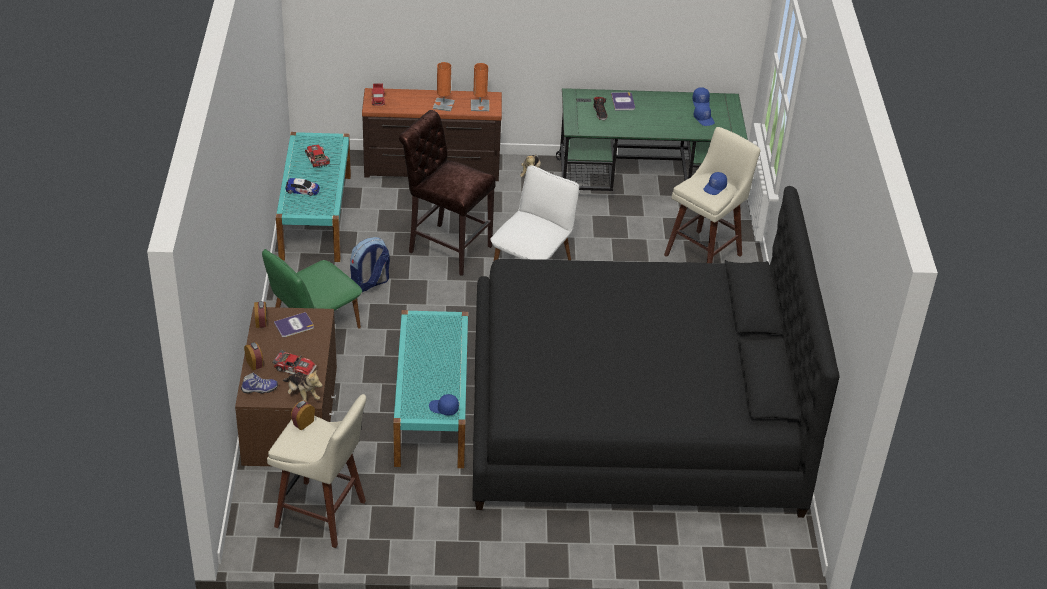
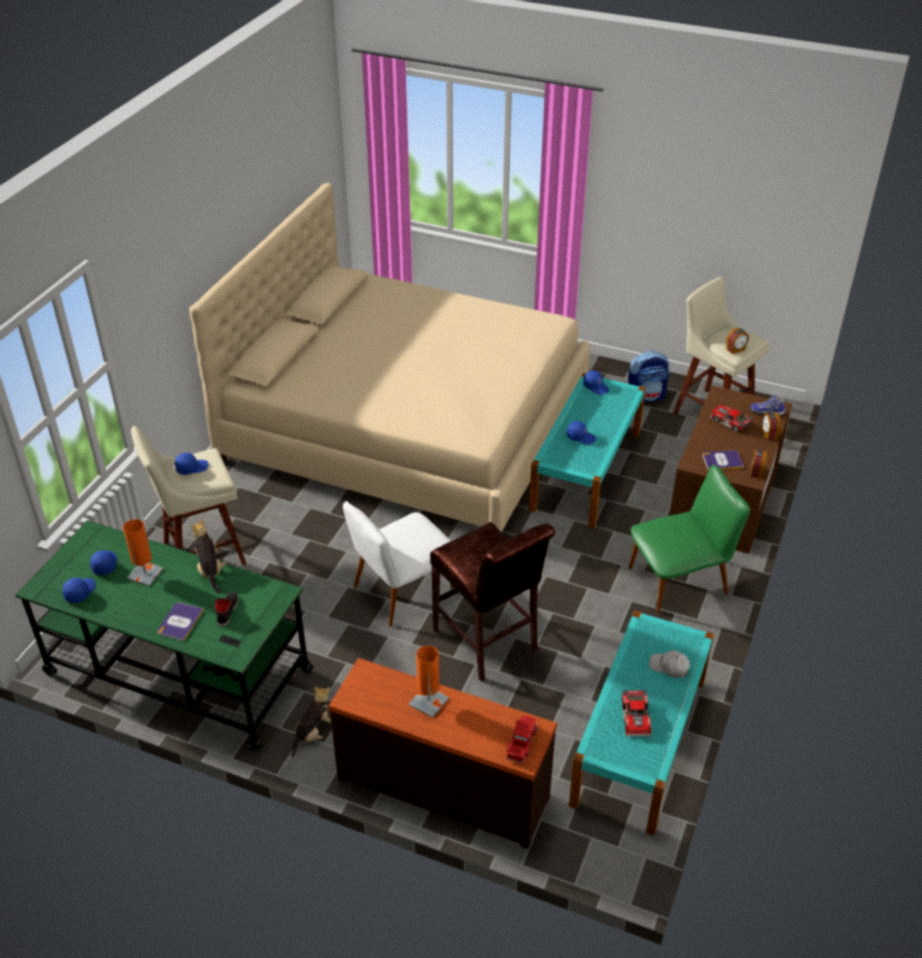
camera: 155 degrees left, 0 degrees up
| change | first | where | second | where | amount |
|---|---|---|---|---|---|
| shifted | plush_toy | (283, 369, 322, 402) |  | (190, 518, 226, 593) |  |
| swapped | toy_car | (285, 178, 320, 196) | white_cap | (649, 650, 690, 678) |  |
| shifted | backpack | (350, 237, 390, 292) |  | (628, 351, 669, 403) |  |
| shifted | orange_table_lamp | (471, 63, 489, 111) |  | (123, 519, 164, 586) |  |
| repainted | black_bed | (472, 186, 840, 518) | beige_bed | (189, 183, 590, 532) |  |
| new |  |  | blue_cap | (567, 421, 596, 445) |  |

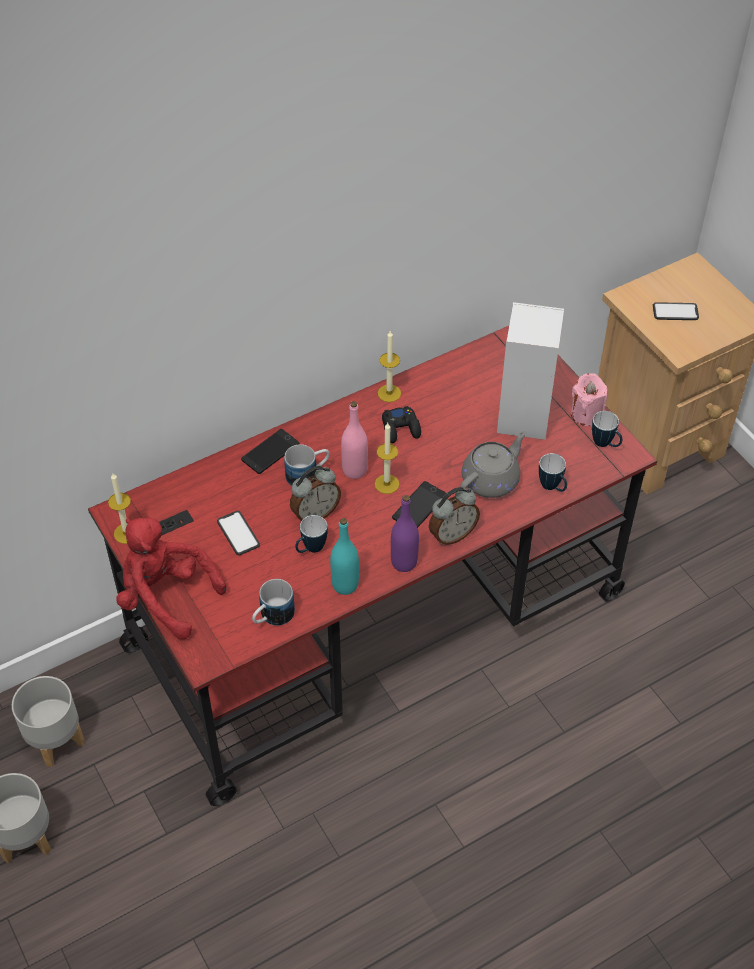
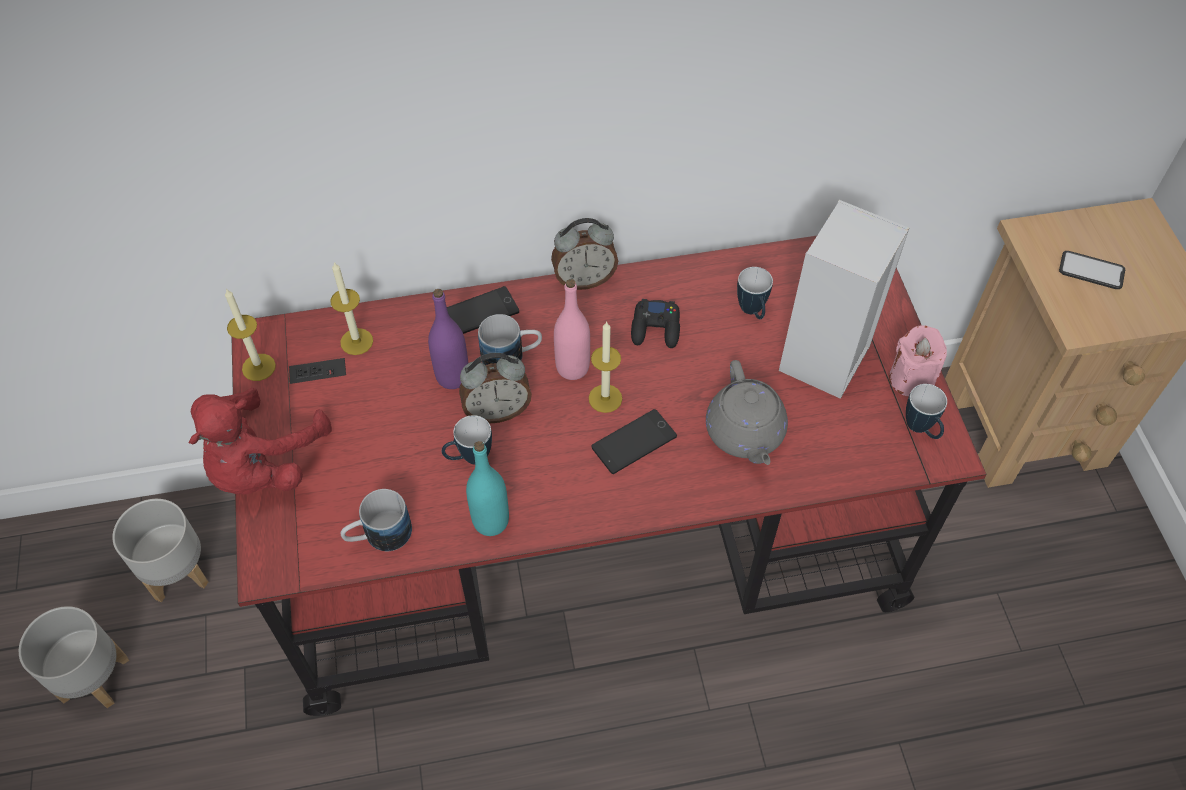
camera: 20 degrees right, 5 degrees up
| change | first | where | second | where | amount |
|---|---|---|---|---|---|
| rotated | red_plush_toy | (116, 518, 226, 639) |  | (189, 388, 332, 494) | 120 degrees counterclockwise |
| gone | phone | (217, 511, 260, 555) |  |  |  |
| shifted | candle | (378, 331, 401, 402) |  | (330, 262, 373, 355) |  |
| shifted | purple_bottle | (391, 495, 419, 572) |  | (428, 289, 468, 389) |  |
| shifted | alarm_clock | (429, 487, 480, 545) |  | (551, 218, 618, 290) |  |
| rotated | grey_teapot | (460, 431, 527, 498) |  | (706, 360, 788, 465) | 105 degrees clockwise |
| shifted | mug | (539, 453, 567, 492) |  | (737, 267, 773, 319) |  |

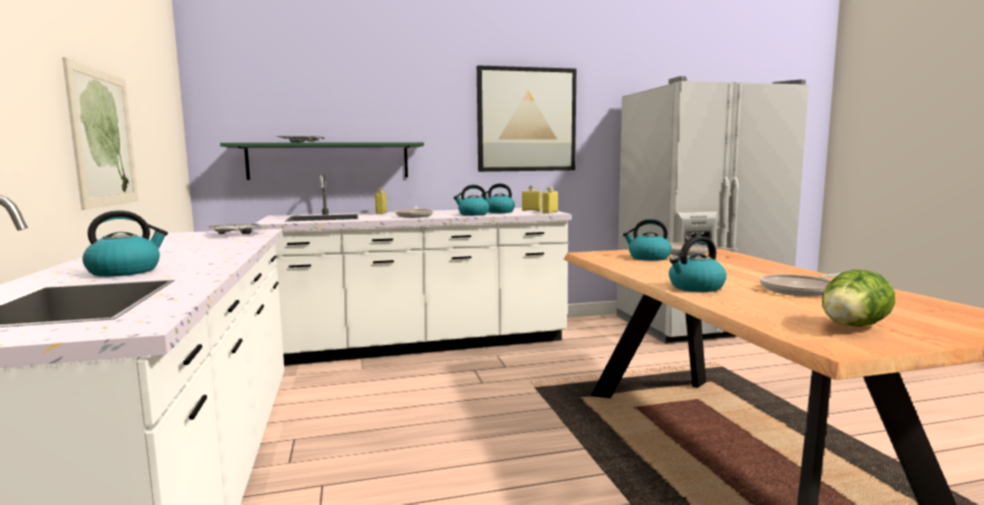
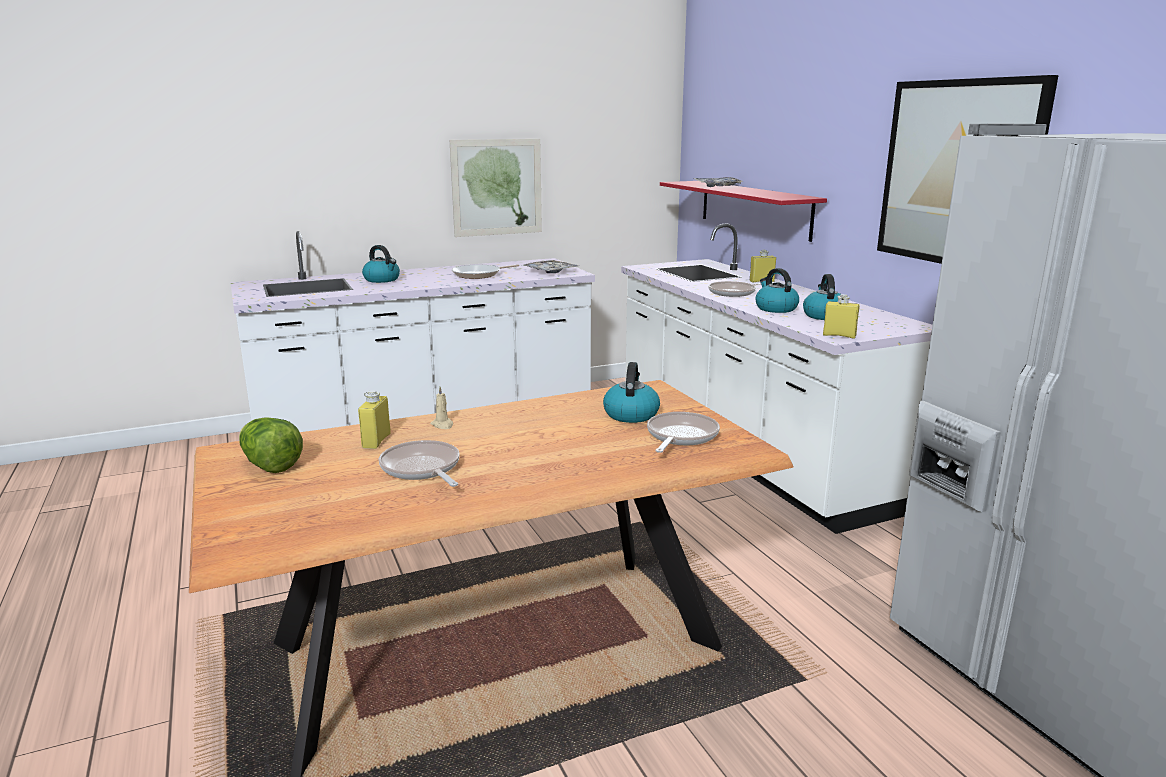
camera: 80 degrees right, 10 degrees up
| change | first | where | second | where | amount |
|---|---|---|---|---|---|
| repainted | green_shelf | (220, 142, 424, 180) | red_shelf | (660, 181, 827, 242) |  |
| shifted | yellow_bottle | (522, 185, 541, 211) |  | (358, 390, 391, 449) |  |
| swapped | kettle | (669, 236, 727, 292) | beige_candle | (430, 387, 453, 429) |  |
| new |  |  | frying_pan | (452, 264, 519, 279) |  |

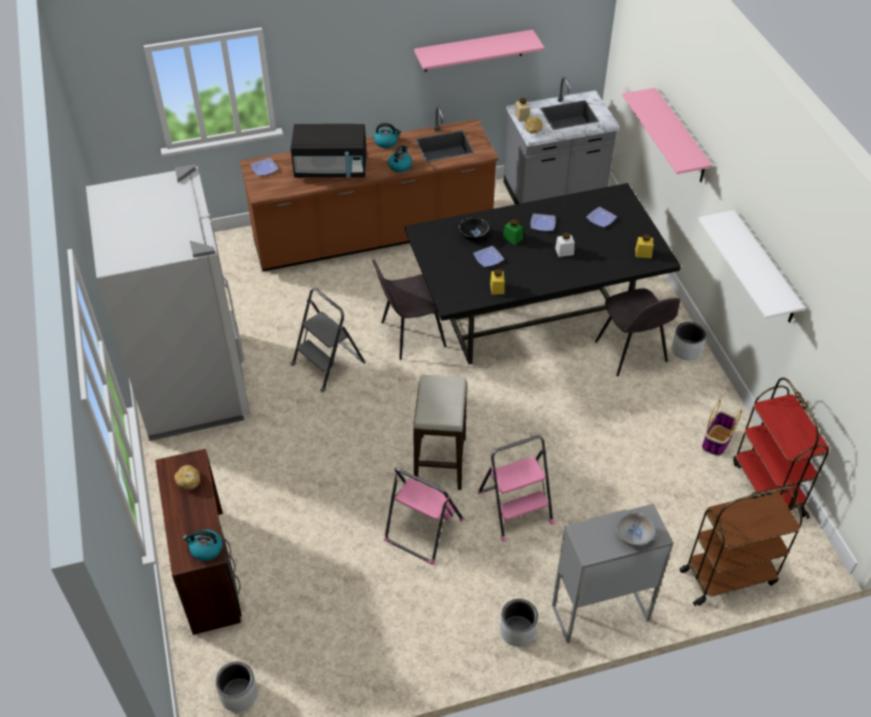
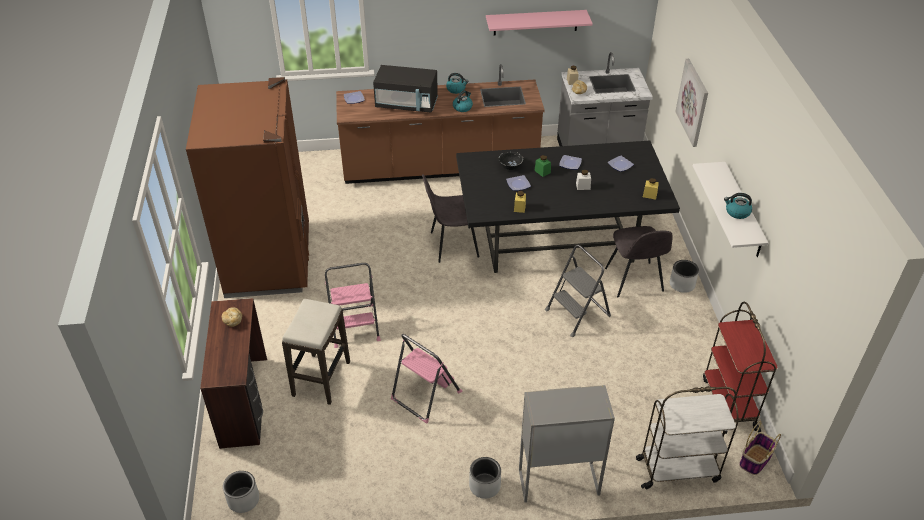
camera: 10 degrees right, 5 degrees down
| change | first | where | second | where | amount |
|---|---|---|---|---|---|
| repainted | white_fridge | (86, 164, 250, 441) | brown_fridge | (186, 77, 309, 298) |  |
| shifted | kettle | (183, 530, 223, 561) |  | (724, 193, 752, 219) |  |
| shifted | grey_step_ladder | (291, 288, 366, 393) |  | (545, 245, 611, 337) |  |
| shifted | stool | (413, 375, 467, 490) |  | (282, 299, 350, 405) |  |
| shifted | pink_step_ladder | (478, 436, 555, 542) |  | (325, 263, 381, 348) |  |
| gone | white_bowl | (615, 512, 656, 547) |  |  |  |
| swapped | pink_shelf | (622, 88, 712, 182) | picture | (675, 59, 708, 147) |  |
| repainted | brown_cart | (680, 486, 802, 606) | white_cart | (636, 386, 739, 489) |  |
| shifted | basket | (702, 400, 742, 456) |  | (739, 421, 781, 475) |  |

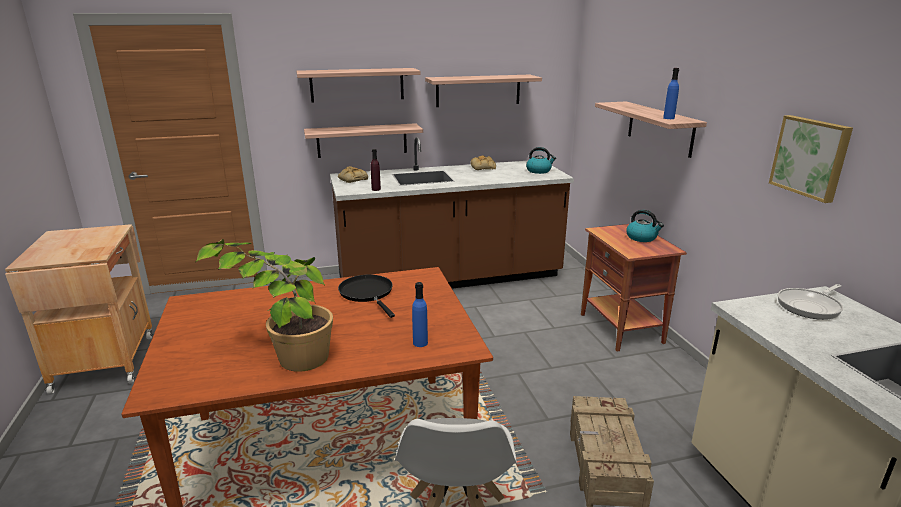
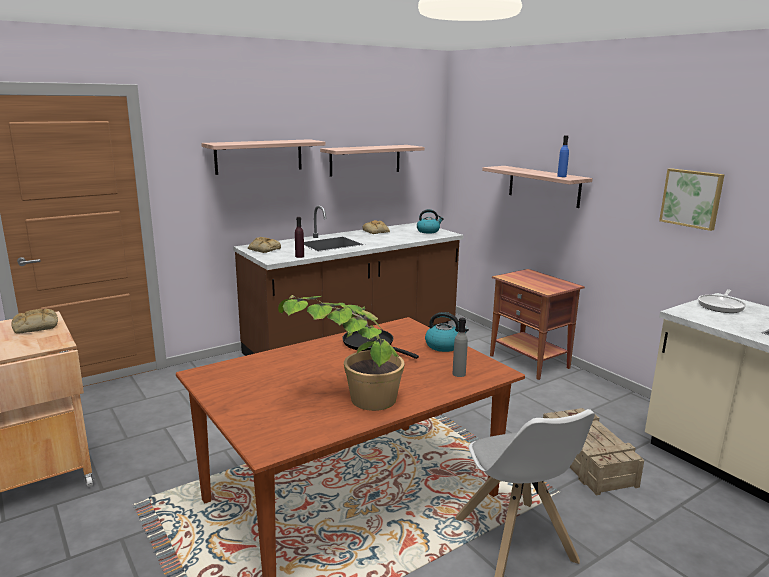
camera: 20 degrees left, 5 degrees down
| change | first | where | second | where | amount |
|---|---|---|---|---|---|
| gone | shelf | (304, 123, 423, 158) |  |  |  |
| repainted | blue_bottle | (412, 282, 428, 347) | grey_bottle | (453, 318, 468, 377) |  |
| shifted | kettle | (626, 210, 664, 242) |  | (425, 312, 469, 352) |  |
| new |  |  | bread | (11, 309, 58, 334) |  |

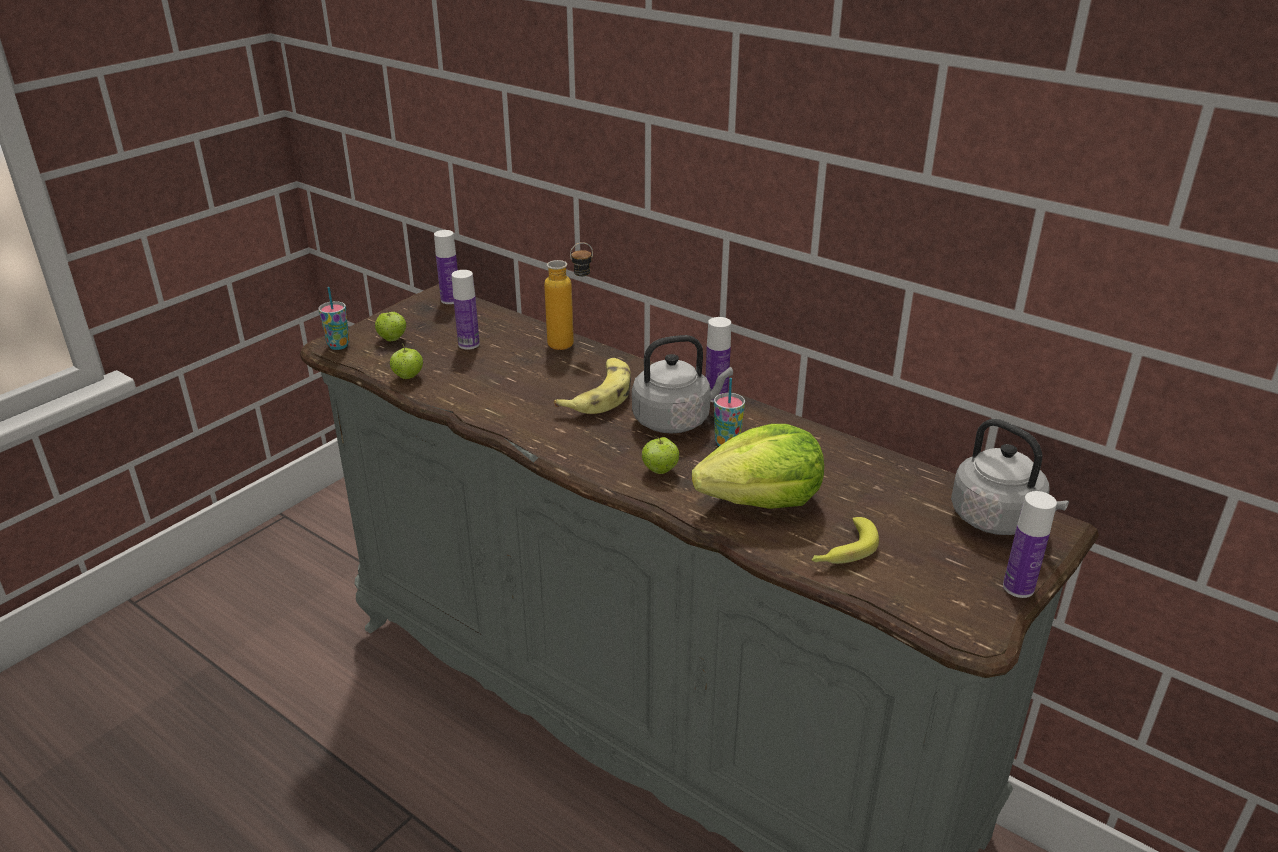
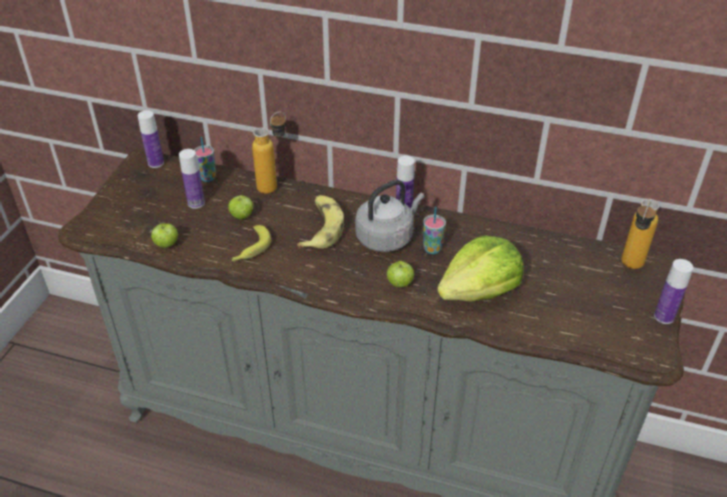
camera: 20 degrees left, 10 degrees up
| change | first | where | second | where | amount |
|---|---|---|---|---|---|
| shifted | cup | (318, 287, 349, 350) |  | (194, 137, 216, 182) |  |
| shifted | apple | (375, 311, 406, 342) |  | (228, 195, 253, 220) |  |
| shifted | banana | (812, 517, 879, 564) |  | (232, 225, 271, 261) |  |
| swapped | grey_kettle | (951, 419, 1069, 535) | bottle | (621, 199, 660, 269) |  |

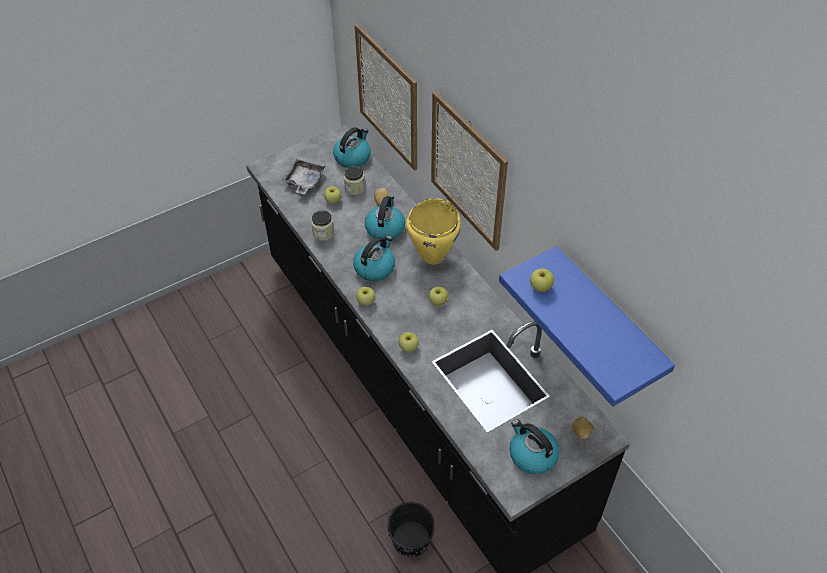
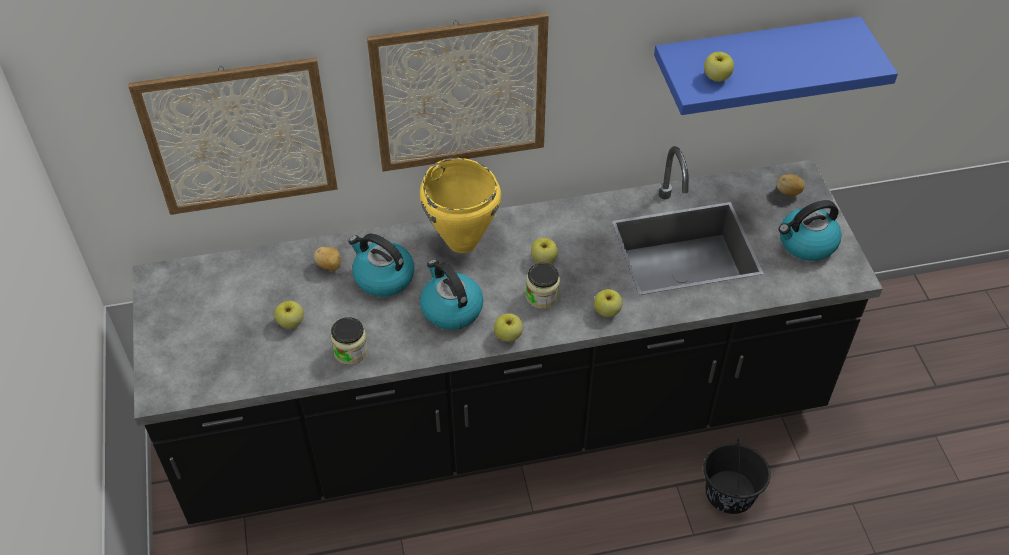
camera: 70 degrees left, 0 degrees up
| change | first | where | second | where | amount |
|---|---|---|---|---|---|
| gone | grey_tray | (281, 159, 325, 195) |  |  |  |
| gone | kettle | (333, 127, 371, 168) |  |  |  |
| shifted | jar | (344, 166, 365, 195) |  | (526, 263, 560, 309) |  |

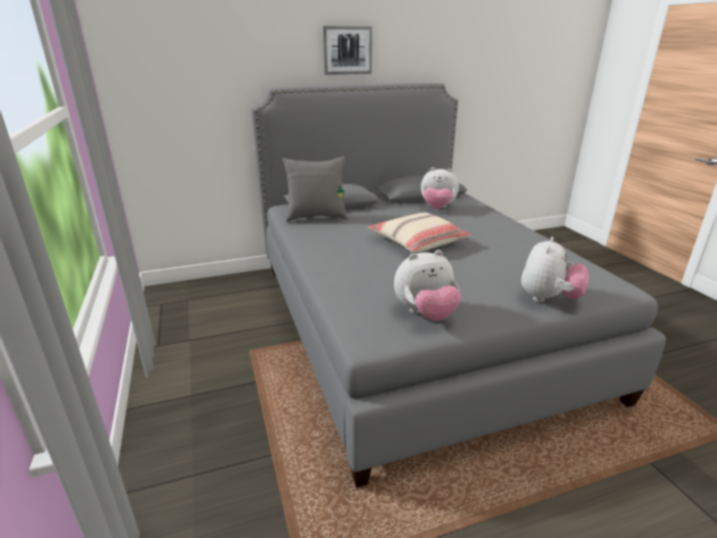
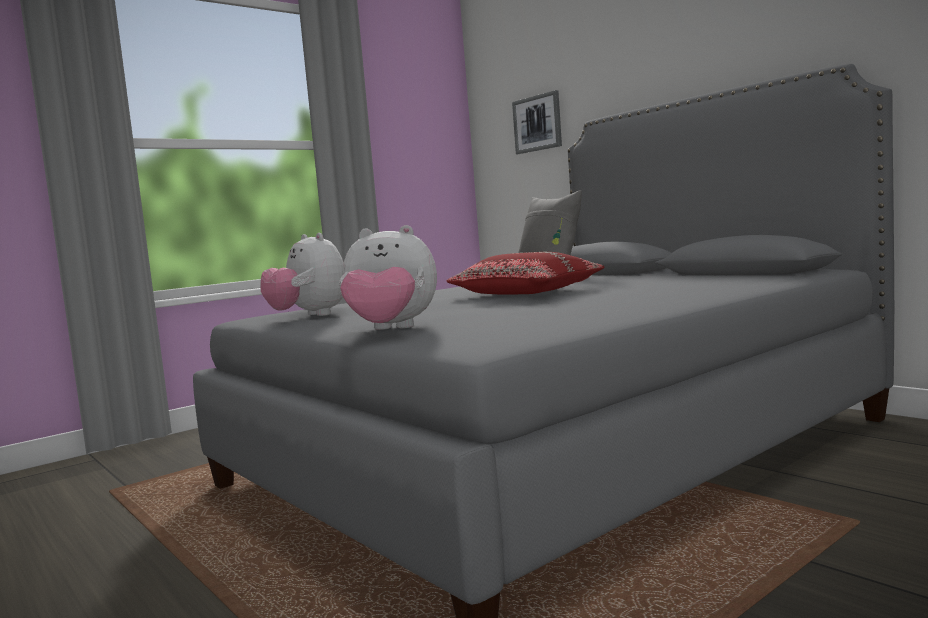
camera: 70 degrees right, 20 degrees down
| change | first | where | second | where | amount |
|---|---|---|---|---|---|
| shifted | picture | (323, 26, 373, 75) |  | (512, 90, 562, 154) |  |
| repainted | beige_pillow | (368, 212, 472, 253) | red_pillow | (446, 252, 604, 295) |  |
| gone | plush_toy | (421, 167, 459, 209) |  |  |  |

